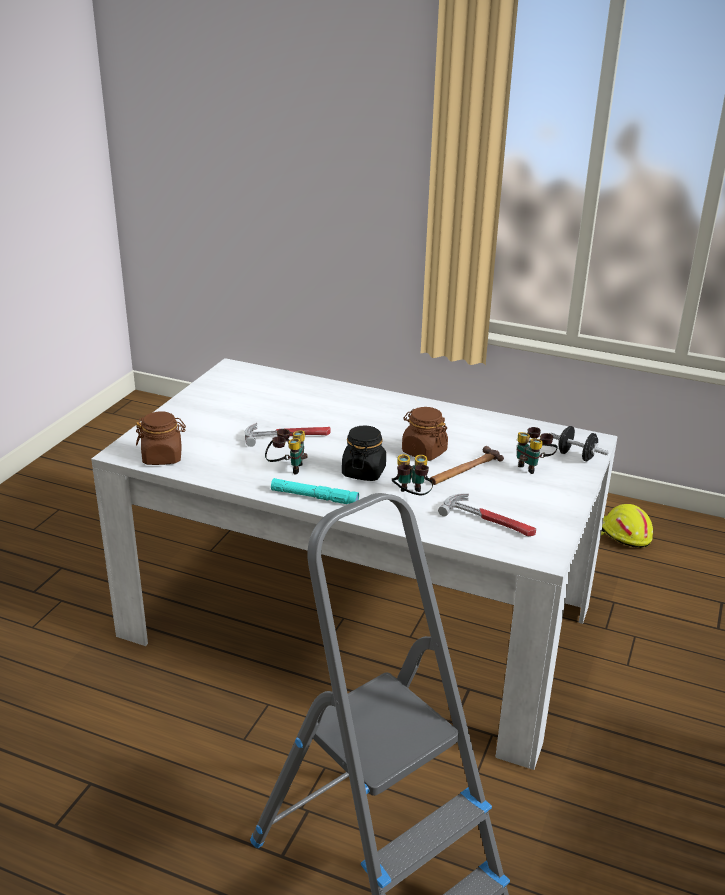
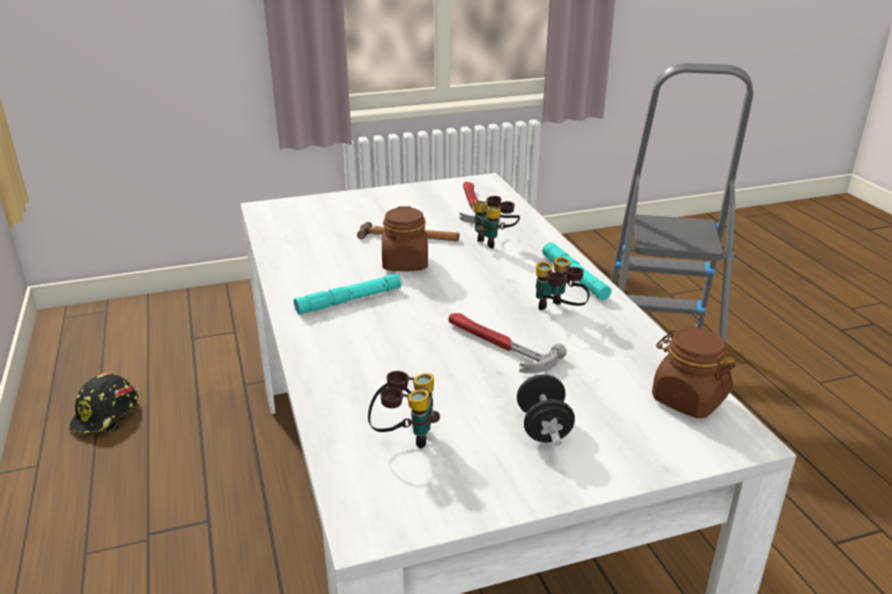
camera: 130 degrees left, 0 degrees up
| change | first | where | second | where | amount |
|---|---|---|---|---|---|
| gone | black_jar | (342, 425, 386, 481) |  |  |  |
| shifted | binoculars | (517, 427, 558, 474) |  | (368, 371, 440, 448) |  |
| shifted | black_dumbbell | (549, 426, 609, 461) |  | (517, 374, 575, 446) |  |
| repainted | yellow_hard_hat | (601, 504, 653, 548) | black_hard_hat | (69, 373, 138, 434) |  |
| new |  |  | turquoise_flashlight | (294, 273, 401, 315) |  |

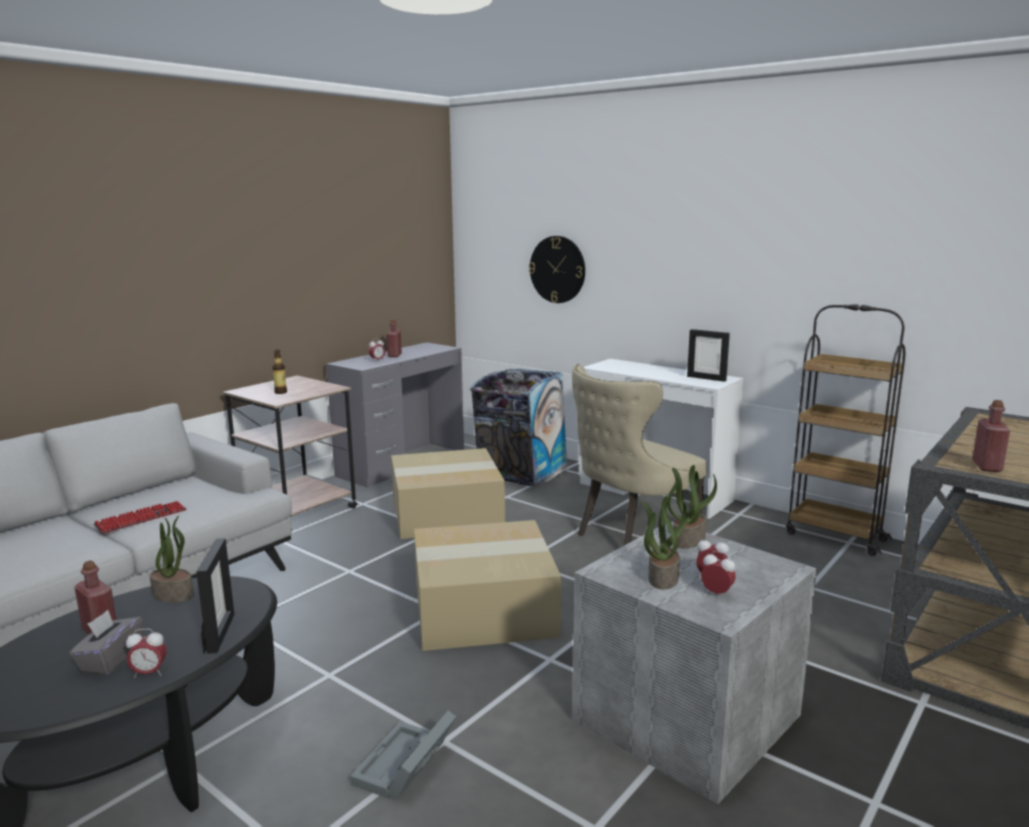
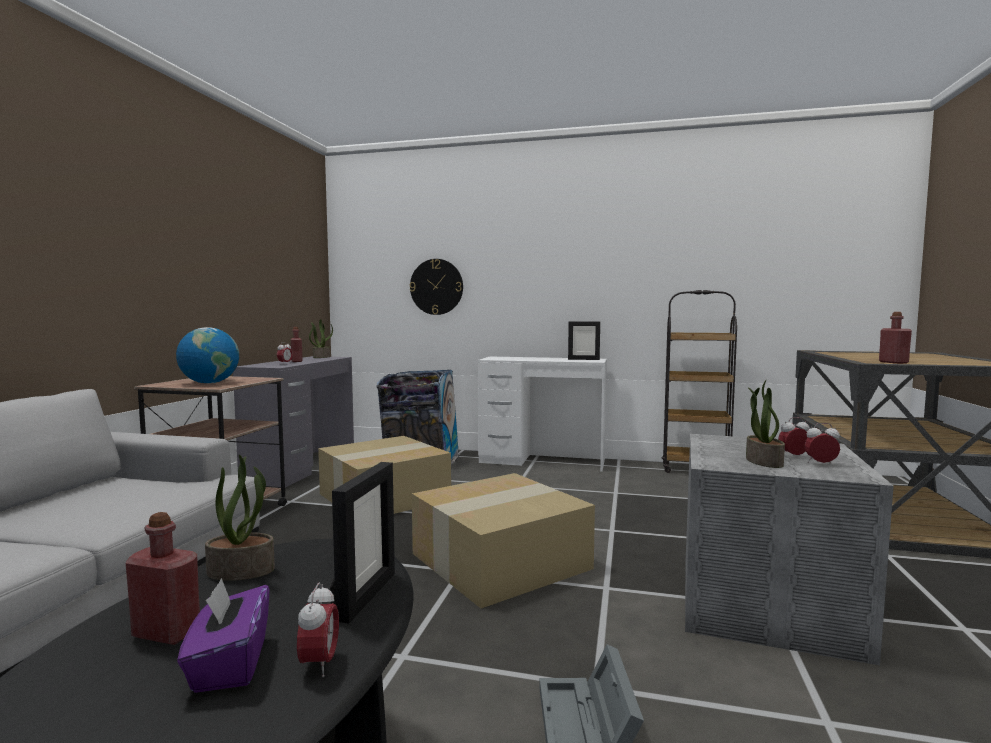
camera: 25 degrees left, 10 degrees down
| change | first | where | second | where | amount |
|---|---|---|---|---|---|
| repainted | grey_tissue_box | (69, 610, 143, 675) | purple_tissue_box | (177, 578, 270, 693) |  |
| gone | keyboard | (94, 501, 186, 534) |  |  |  |
| rotated | alarm_clock | (126, 628, 167, 678) |  | (297, 583, 339, 677) | 60 degrees counterclockwise |
| rotated | picture_frame | (196, 538, 235, 654) |  | (330, 462, 395, 624) | 45 degrees clockwise |
| swapped | bottle | (272, 350, 287, 394) | globe | (176, 327, 239, 384) |  |
| gone | beige_chair | (572, 364, 707, 546) |  |  |  |
| shifted | potted_plant | (667, 465, 717, 548) |  | (309, 319, 333, 358) |  |

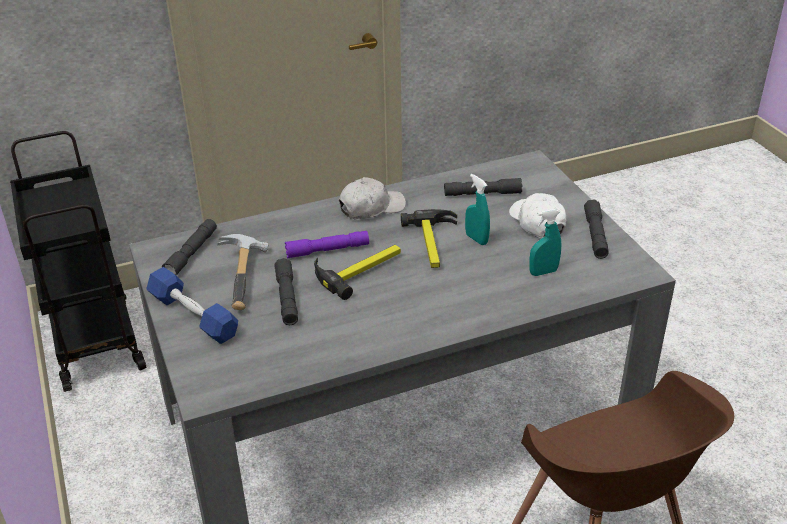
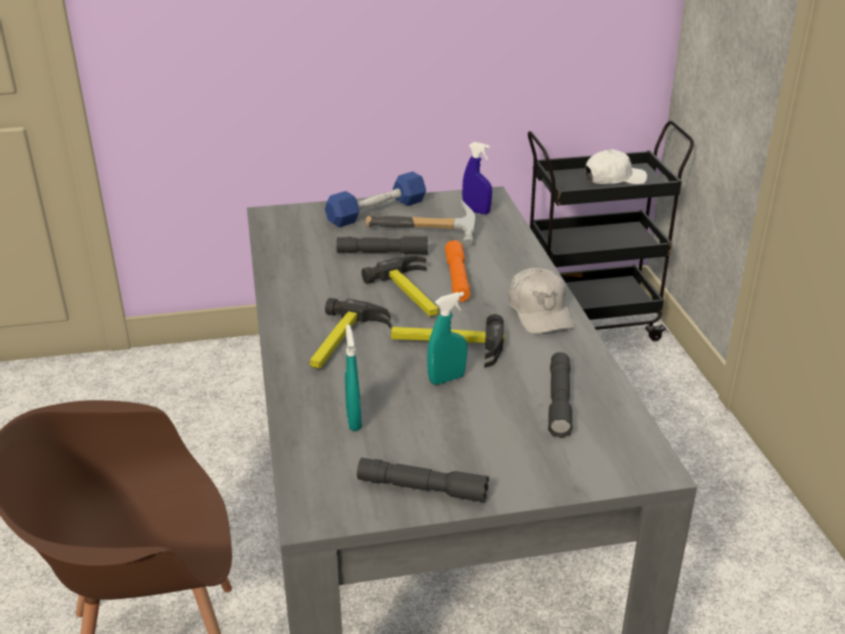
camera: 100 degrees right, 5 degrees down
| change | first | where | second | where | amount |
|---|---|---|---|---|---|
| swapped | grey_flashlight | (162, 219, 217, 276) | blue_spray_bottle | (462, 142, 492, 214) |  |
| repainted | purple_flashlight | (285, 231, 369, 258) | orange_flashlight | (445, 240, 470, 302) |  |
| shifted | white_cap | (509, 193, 566, 238) |  | (585, 149, 647, 184) |  |
| new |  |  | hammer | (310, 298, 391, 369) |  |

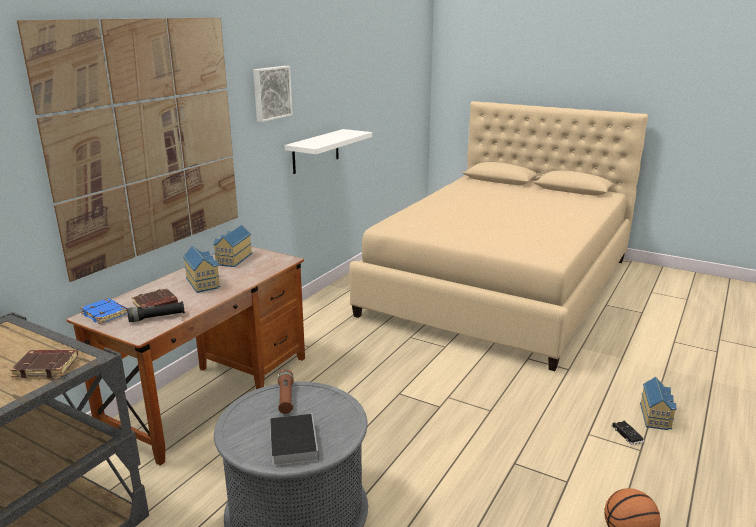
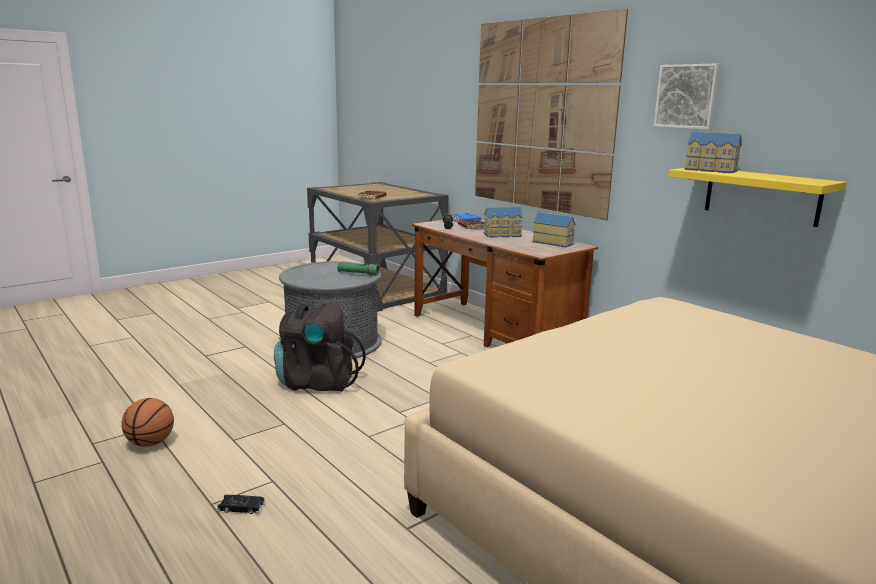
camera: 110 degrees right, 5 degrees down
| change | first | where | second | where | amount |
|---|---|---|---|---|---|
| gone | book | (270, 414, 319, 466) |  |  |  |
| repainted | brown_flashlight | (278, 370, 294, 414) | green_flashlight | (337, 263, 379, 276) |  |
| repainted | white_shelf | (285, 129, 372, 174) | yellow_shelf | (668, 168, 847, 227) |  |
| shifted | toy_house | (640, 377, 676, 430) |  | (684, 132, 742, 173) |  |
| new |  |  | black_backpack | (274, 302, 366, 392) |  |

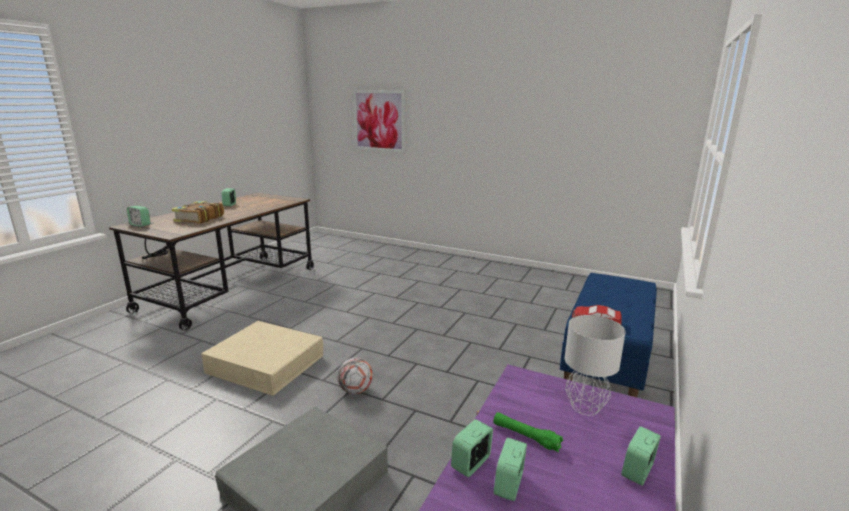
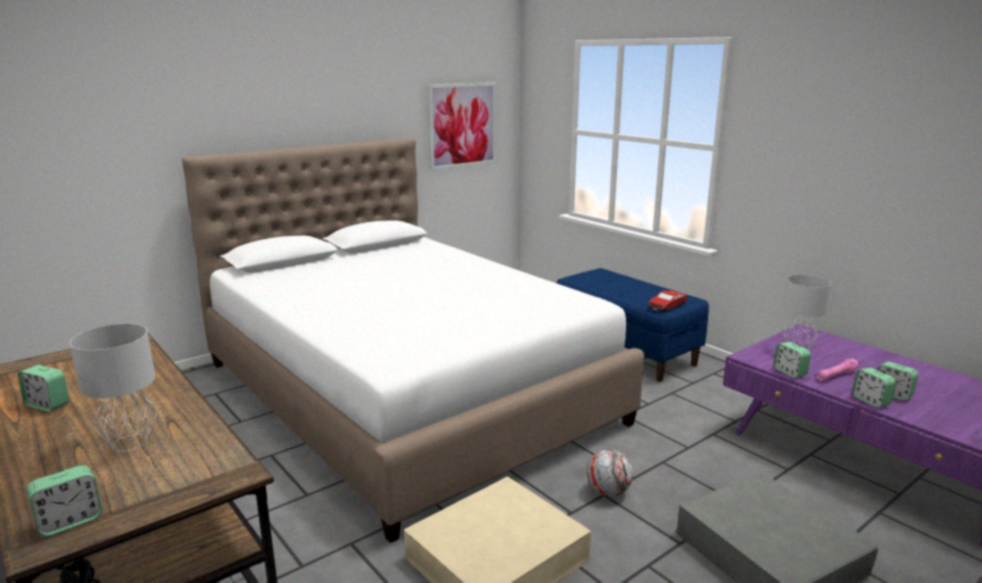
camera: 65 degrees left, 0 degrees up
| change | first | where | second | where | amount |
|---|---|---|---|---|---|
| swapped | book | (172, 201, 224, 224) | grey_table_lamp | (70, 324, 157, 452) |  |
| shifted | picture | (353, 90, 405, 152) |  | (428, 82, 496, 171) |  |
| repainted | green_flashlight | (493, 412, 563, 452) | pink_flashlight | (816, 359, 859, 381) |  |
| shifted | alarm_clock | (621, 426, 661, 486) |  | (773, 342, 811, 378) |  |
| new |  |  | white_bed | (182, 138, 644, 543) |  |

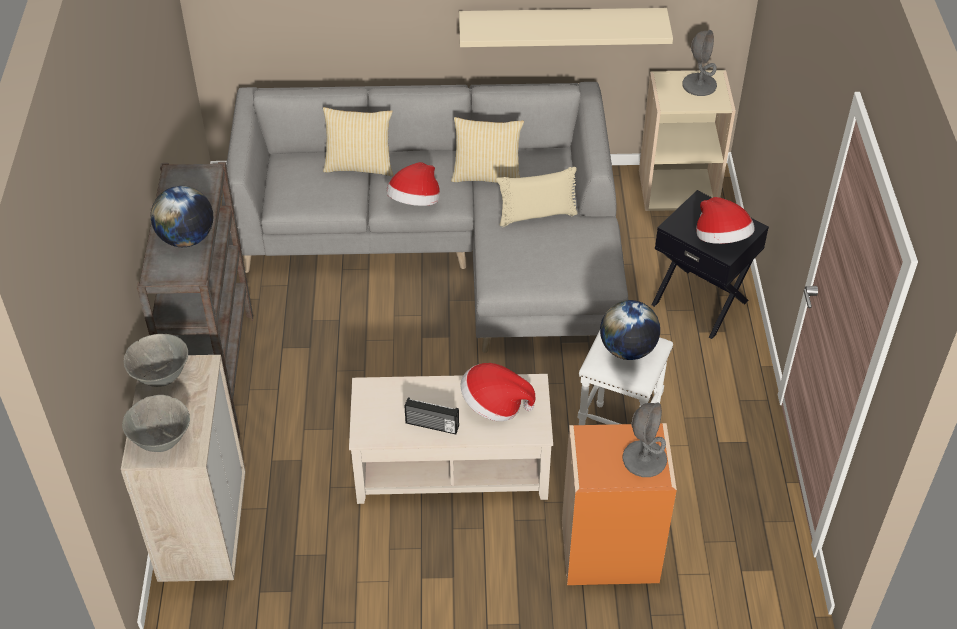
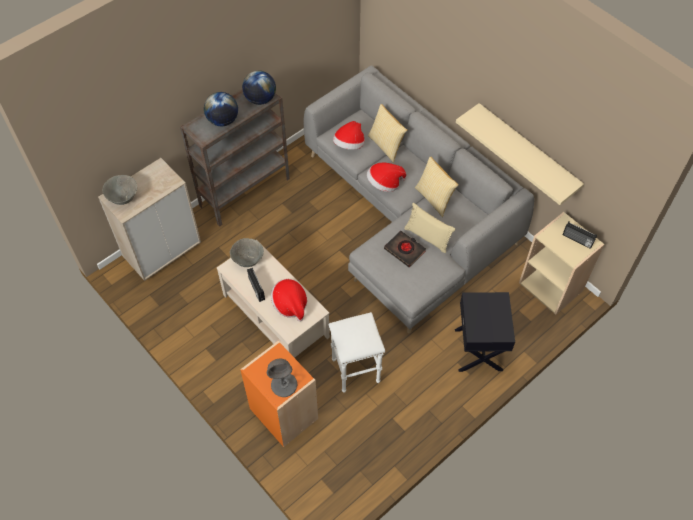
camera: 50 degrees right, 10 degrees up
| change | first | where | second | where | amount |
|---|---|---|---|---|---|
| shifted | grey_bowl | (124, 334, 188, 387) |  | (230, 238, 264, 267) |  |
| shifted | globe | (600, 300, 660, 360) |  | (242, 70, 276, 105) |  |
| swapped | grey_table_lamp | (682, 30, 717, 96) | radio | (563, 222, 597, 249) |  |
| shifted | hat | (696, 197, 755, 244) |  | (333, 121, 365, 150) |  |
| new |  |  | black_book | (384, 231, 426, 268) |  |

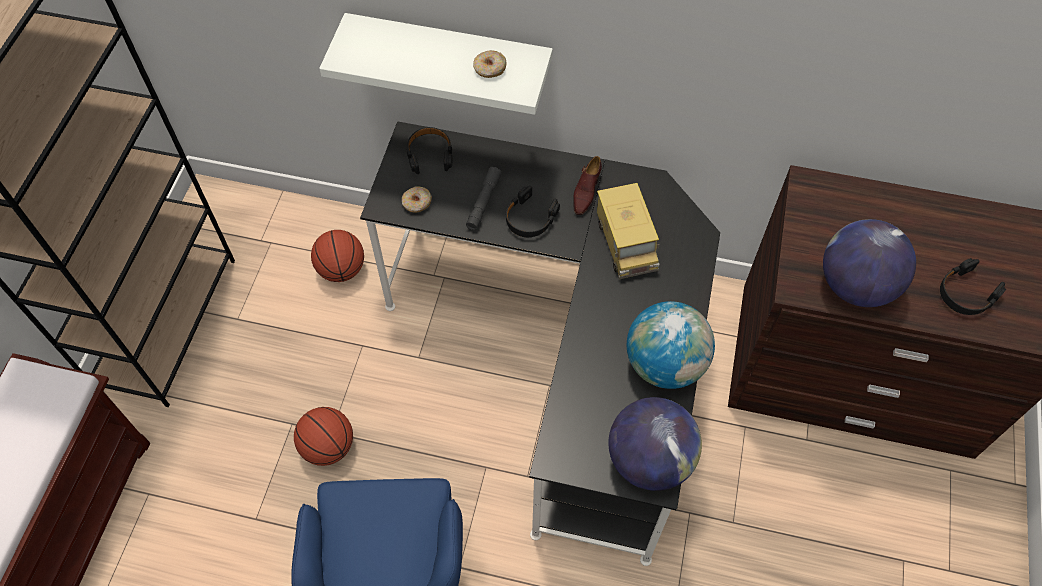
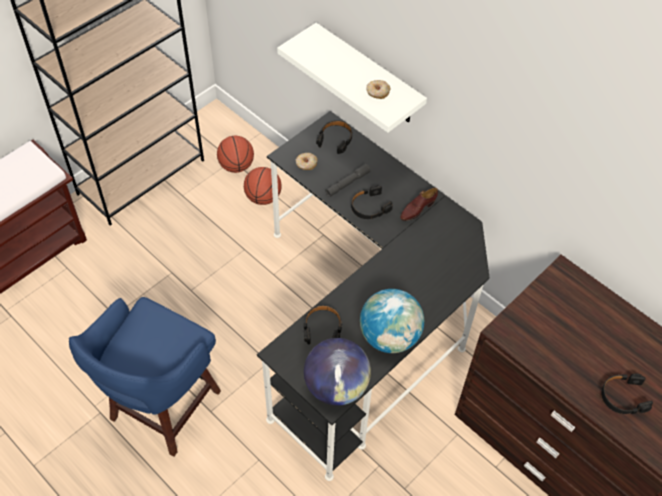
camera: 30 degrees right, 5 degrees down
| change | first | where | second | where | amount |
|---|---|---|---|---|---|
| shifted | basketball | (294, 407, 353, 466) |  | (217, 136, 254, 173) |  |
| gone | toy_truck | (597, 183, 660, 279) |  |  |  |
| gone | globe | (823, 219, 916, 307) |  |  |  |
| new |  |  | black_headphones | (304, 305, 342, 344) |  |

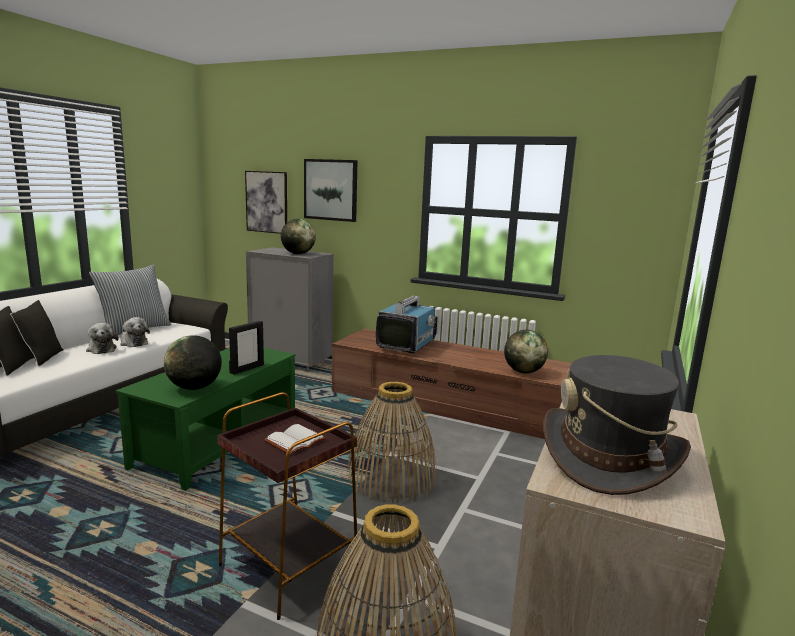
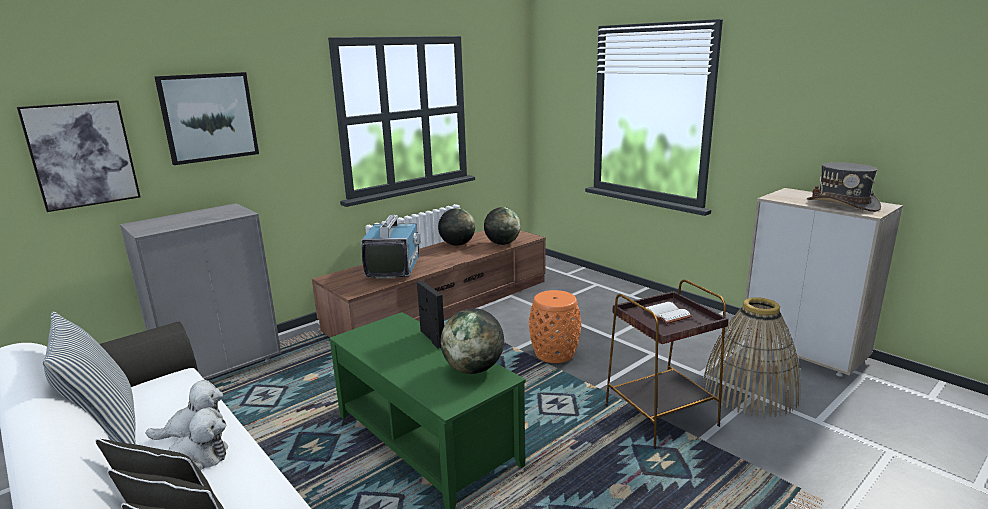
camera: 65 degrees left, 5 degrees up
| change | first | where | second | where | amount |
|---|---|---|---|---|---|
| shifted | globe | (281, 219, 316, 254) |  | (438, 208, 475, 246) |  |
| swapped | basket | (347, 382, 437, 503) | orange_stool | (529, 290, 581, 363) |  |
| rotated | television | (376, 296, 437, 353) |  | (361, 215, 420, 278) | 45 degrees clockwise |

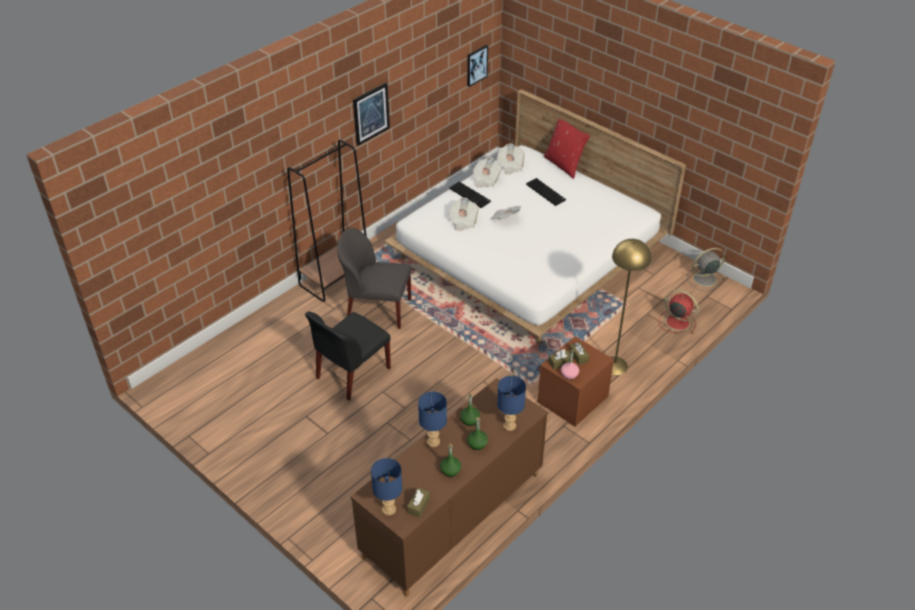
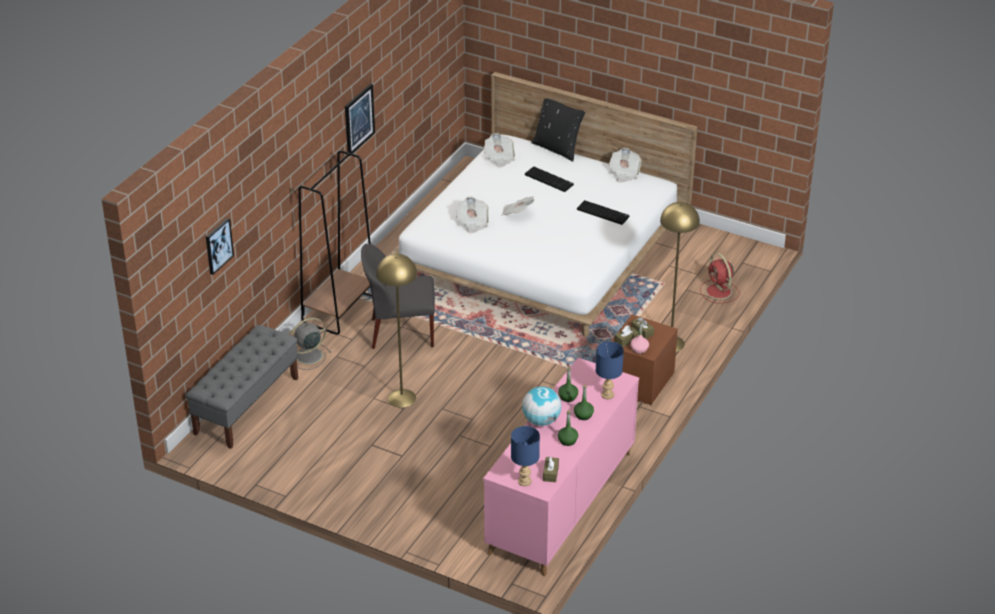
camera: 15 degrees left, 5 degrees down
| change | first | where | second | where | amount |
|---|---|---|---|---|---|
| swapped | black_chair | (305, 312, 391, 401) | yellow_floor_lamp | (376, 254, 417, 407) |  |
| repainted | brown_dresser | (350, 378, 548, 597) | pink_dresser | (483, 358, 639, 576) |  |
| swapped | blue_table_lamp | (418, 392, 447, 447) | globe | (522, 386, 561, 426) |  |
| shifted | keyboard | (449, 182, 491, 208) |  | (577, 200, 629, 225) |  |
| shifted | picture | (467, 45, 488, 87) |  | (206, 218, 234, 275) |  |
| shifted | newspaper | (473, 157, 502, 188) |  | (609, 148, 642, 183) |  |
| repainted | red_pillow | (544, 119, 590, 179) | black_pillow | (531, 99, 586, 162) |  |
| rotated | red_fan | (659, 290, 699, 334) |  | (700, 253, 740, 304) | 135 degrees counterclockwise |
| shifted | grey_fan | (687, 248, 725, 291) |  | (290, 318, 332, 370) |  |
| new |  |  | grey_bench | (185, 325, 298, 449) |  |

